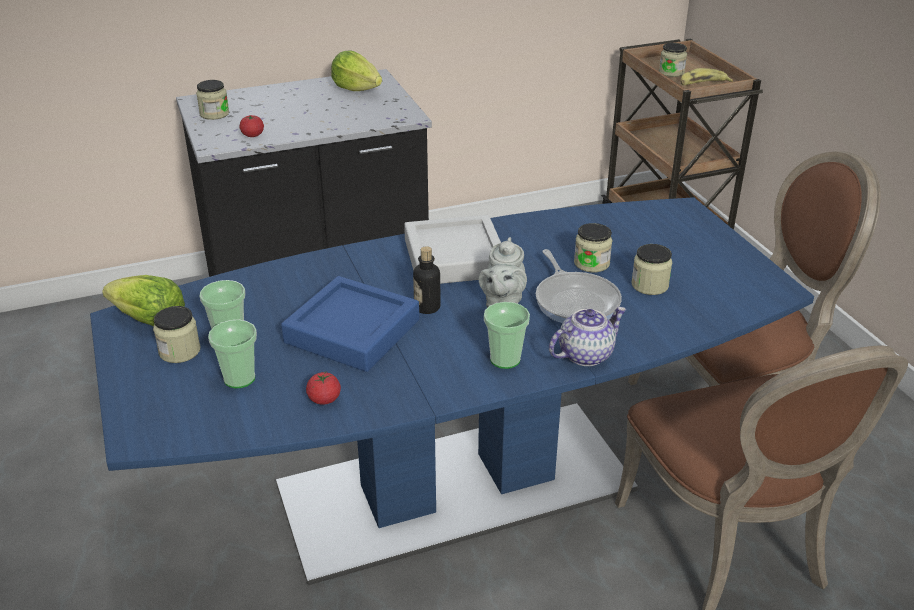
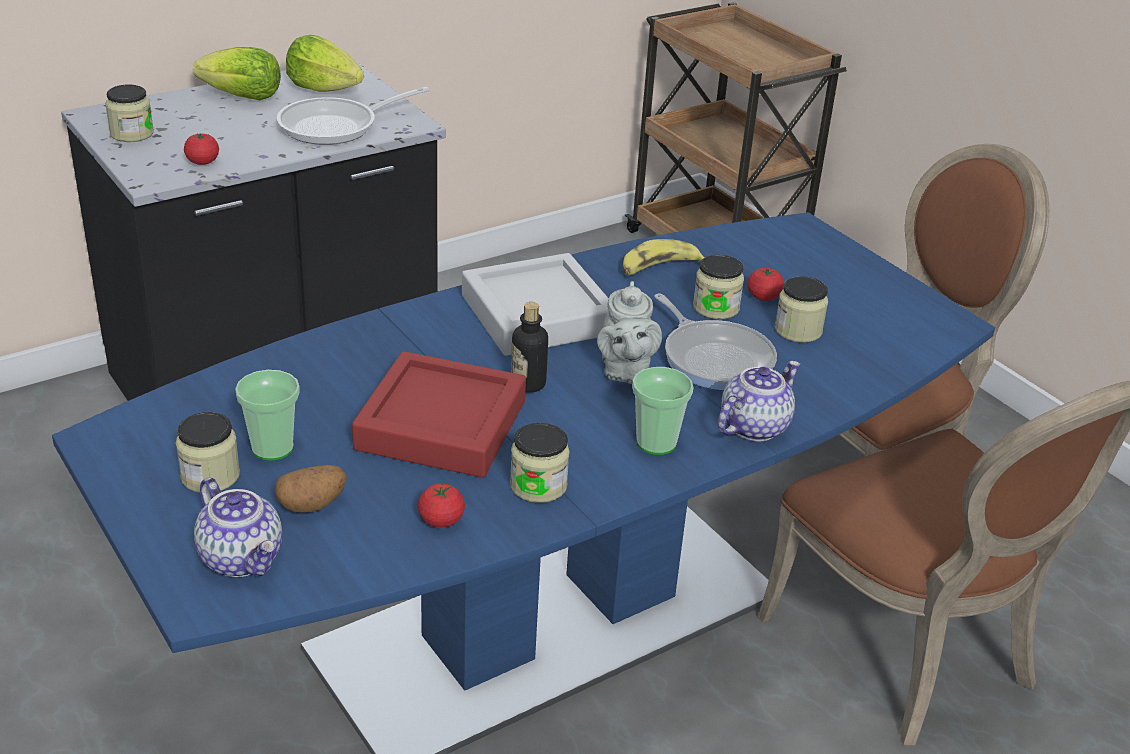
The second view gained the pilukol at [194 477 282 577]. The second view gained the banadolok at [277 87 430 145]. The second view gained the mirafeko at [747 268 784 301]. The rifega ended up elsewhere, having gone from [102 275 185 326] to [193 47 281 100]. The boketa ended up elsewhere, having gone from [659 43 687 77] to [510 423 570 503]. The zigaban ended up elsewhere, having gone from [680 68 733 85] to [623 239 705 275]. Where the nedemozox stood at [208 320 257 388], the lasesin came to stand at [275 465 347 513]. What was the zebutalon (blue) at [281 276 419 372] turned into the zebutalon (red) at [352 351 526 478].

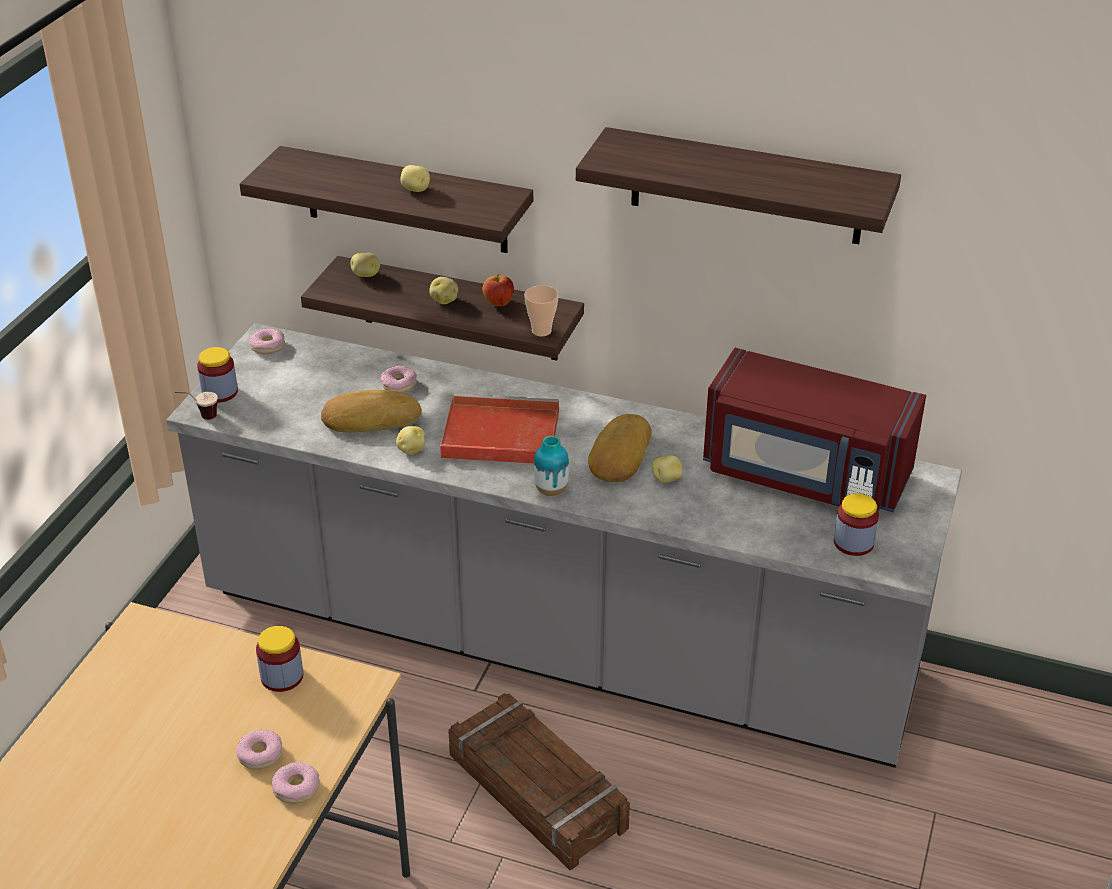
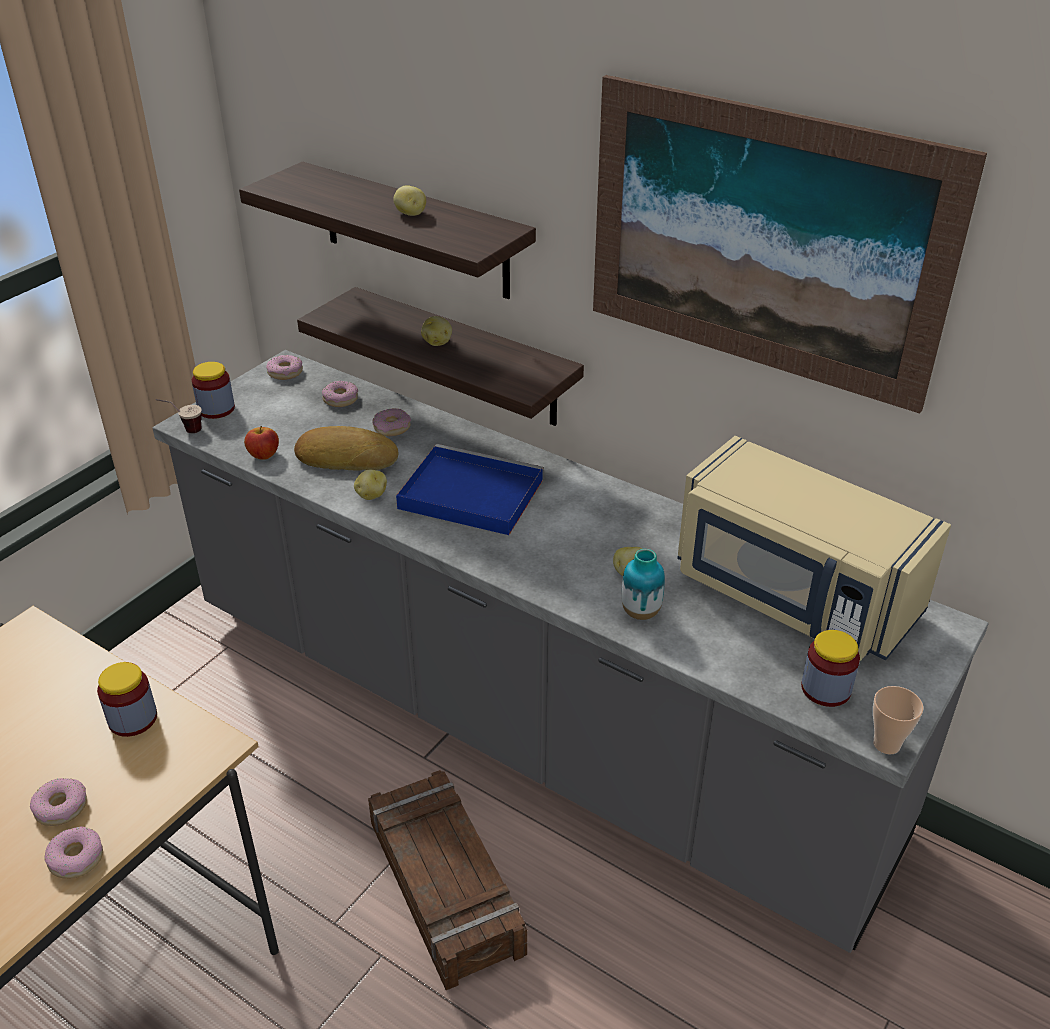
The second view lost the lasesin at [351 253 380 277]. The second view lost the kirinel at [588 414 651 482]. The second view gained the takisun at [322 381 358 407]. The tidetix ended up elsewhere, having gone from [483 274 514 306] to [244 426 279 460]. The nedemozox ended up elsewhere, having gone from [524 285 559 337] to [873 686 924 754]. The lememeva ended up elsewhere, having gone from [534 436 569 496] to [622 549 665 620]. Where the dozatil hung at [576 127 901 244], the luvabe came to hang at [593 75 987 414]. What was the zebutalon (red) at [440 393 559 464] turned into the zebutalon (blue) at [396 444 544 535]. What was the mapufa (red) at [703 348 926 512] turned into the mapufa (beige) at [677 436 951 661].

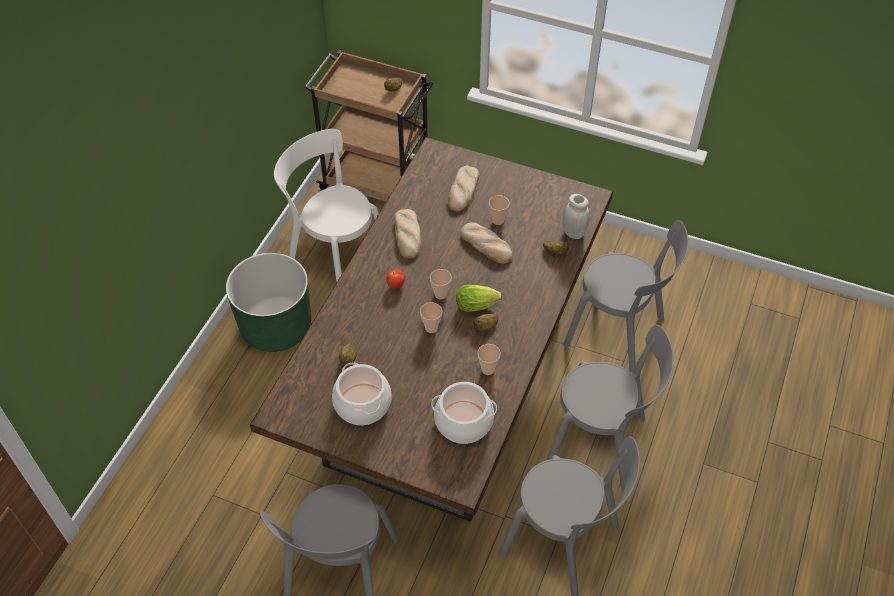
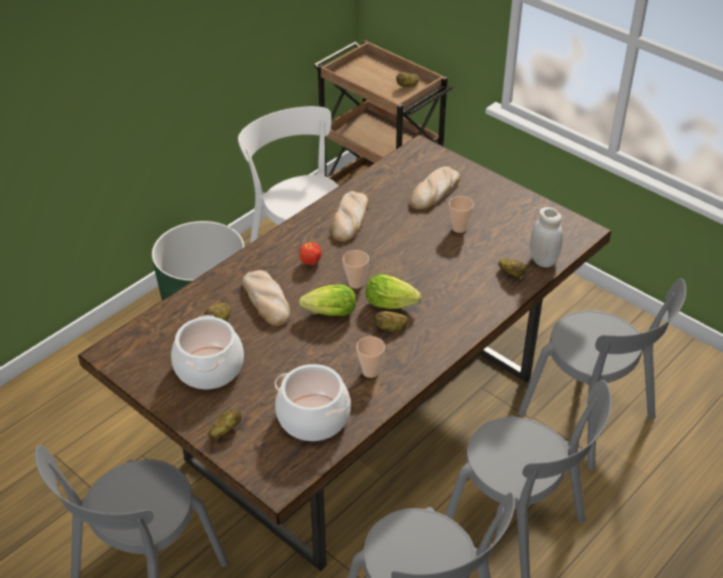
The second view gained the lasesin at [208 408 241 440]. The kirinel ended up elsewhere, having gone from [460 222 513 264] to [242 270 290 326]. Where the nedemozox stood at [420 302 442 333], the rifega came to stand at [299 284 356 316].

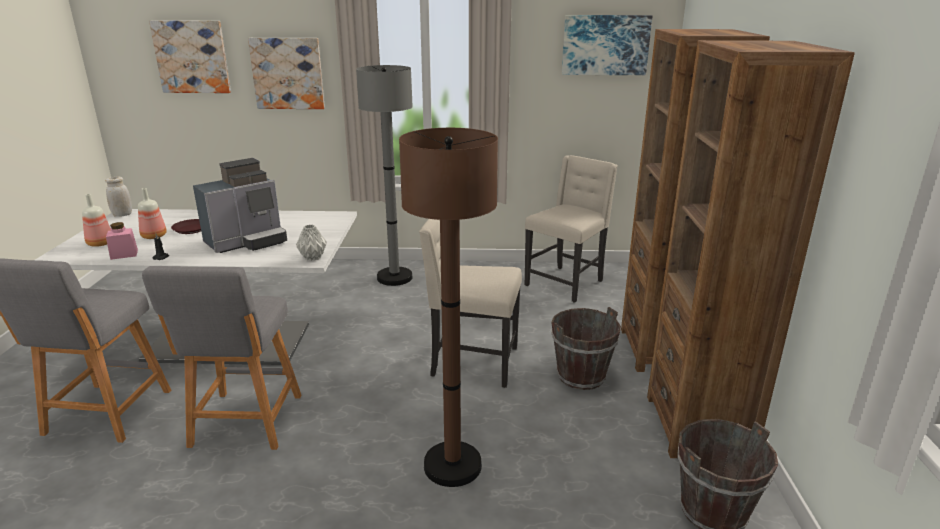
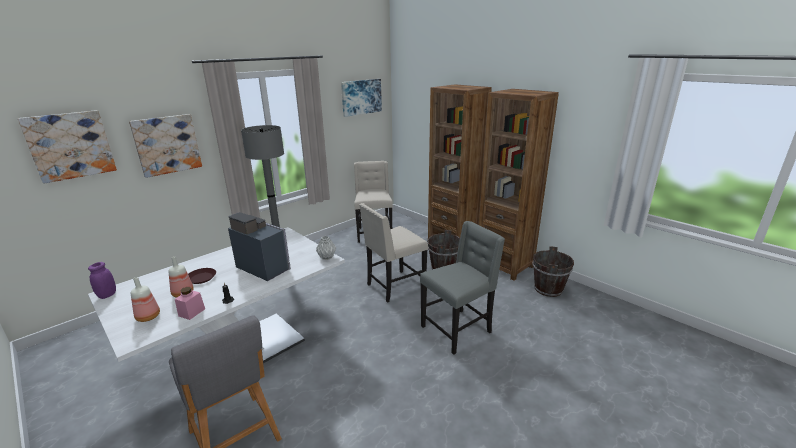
The second view lost the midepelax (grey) at [142 266 302 450]. Where the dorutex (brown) stood at [399 128 498 487], the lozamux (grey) came to stand at [420 221 505 355]. What was the boketa (white) at [105 176 132 217] turned into the boketa (purple) at [88 262 116 299]. The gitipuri at [193 158 287 253] ended up facing another way, 60 degrees counterclockwise from before.

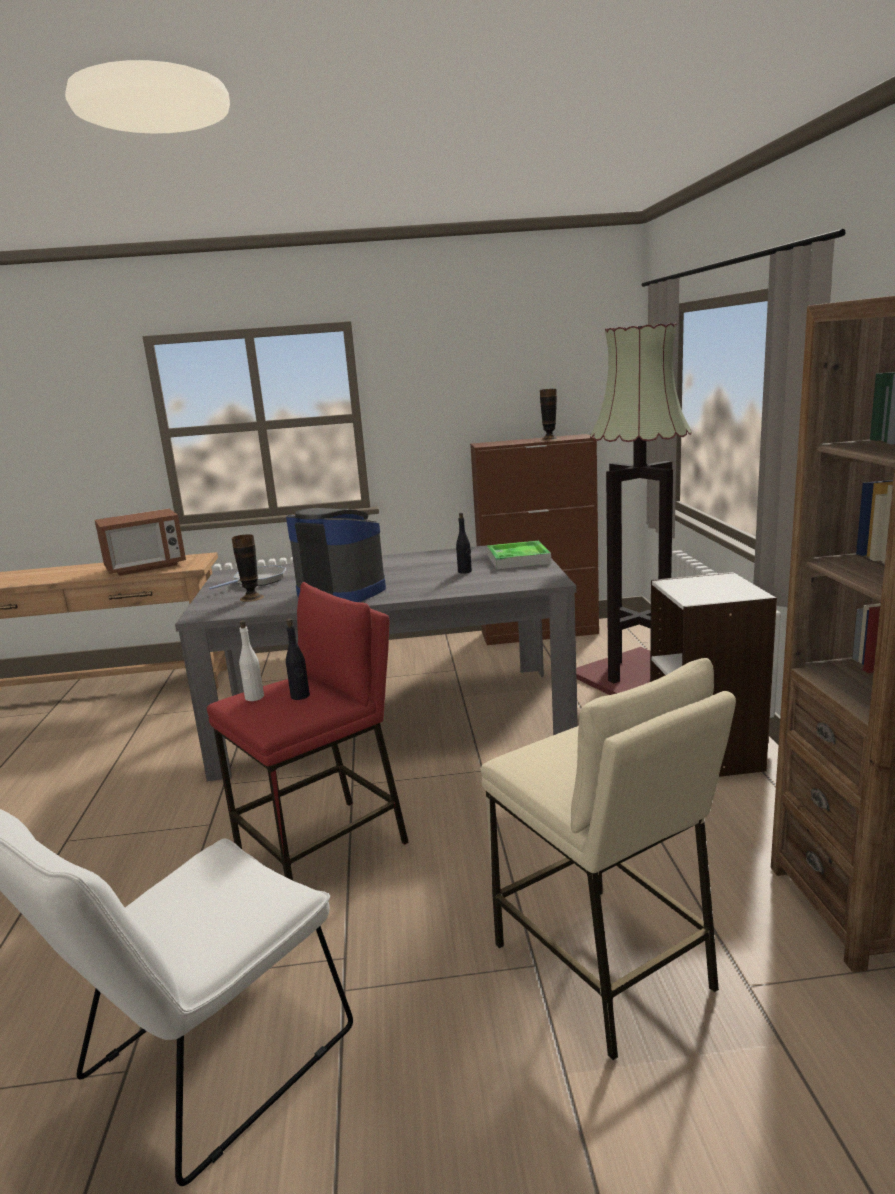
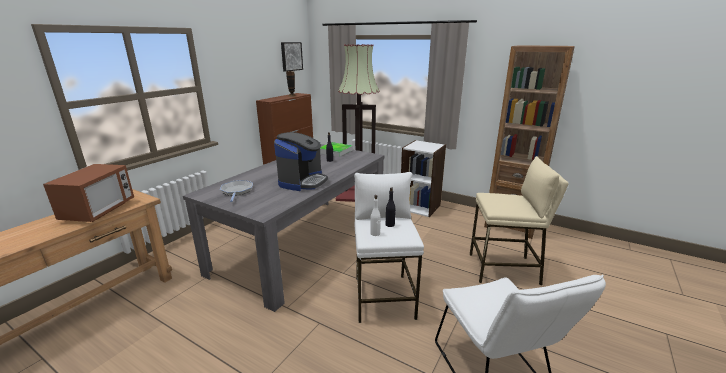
The second view lost the lememeva at [232 534 264 602]. The second view gained the luvabe at [281 42 303 72]. What was the midepelax (red) at [207 582 409 881] turned into the midepelax (white) at [354 172 424 323]. The gitipuri at [286 508 386 602] ended up facing another way, 135 degrees clockwise from before.

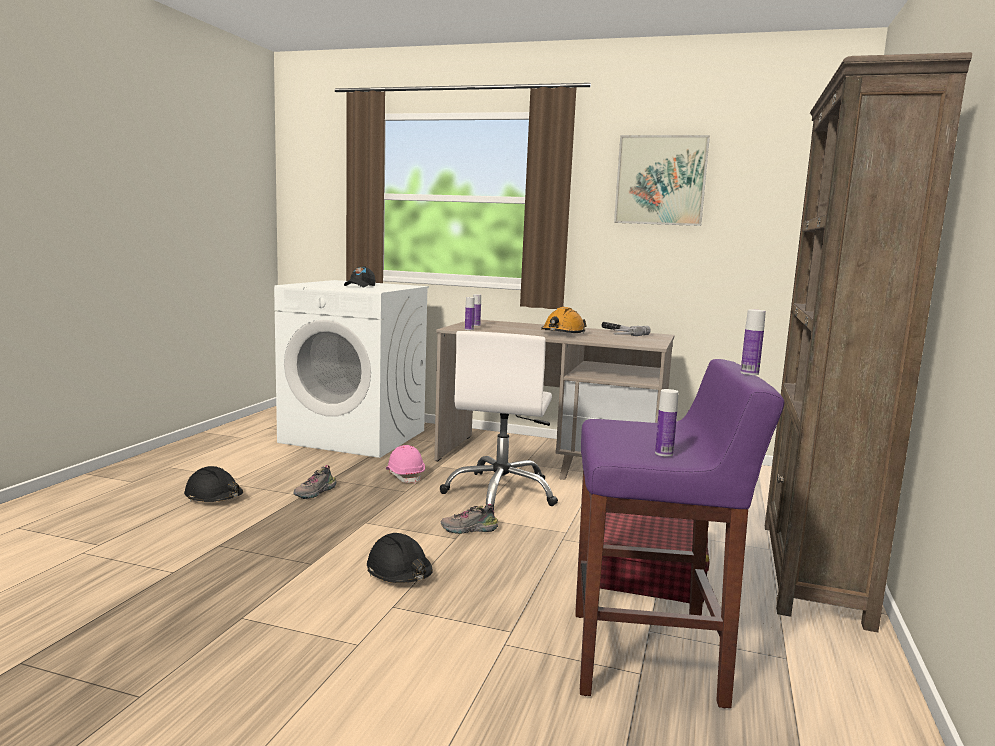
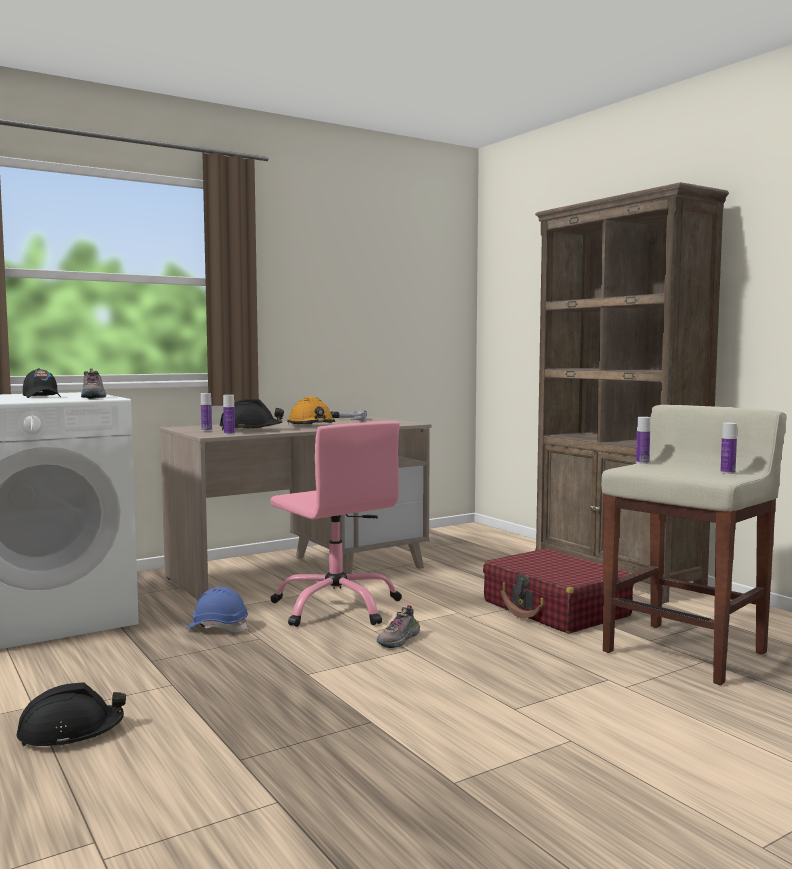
The second view lost the luvabe at [614 135 710 226]. The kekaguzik ended up elsewhere, having gone from [293 465 336 499] to [81 368 106 399]. The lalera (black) ended up elsewhere, having gone from [367 533 433 583] to [219 399 284 431]. The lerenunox ended up elsewhere, having gone from [741 309 766 375] to [636 417 650 464]. What was the lalera (pink) at [386 445 425 484] turned into the lalera (blue) at [186 587 248 632]. What was the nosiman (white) at [440 331 558 511] turned into the nosiman (pink) at [270 421 402 627]. What was the midepelax (purple) at [575 359 784 708] turned into the midepelax (beige) at [601 405 787 685].

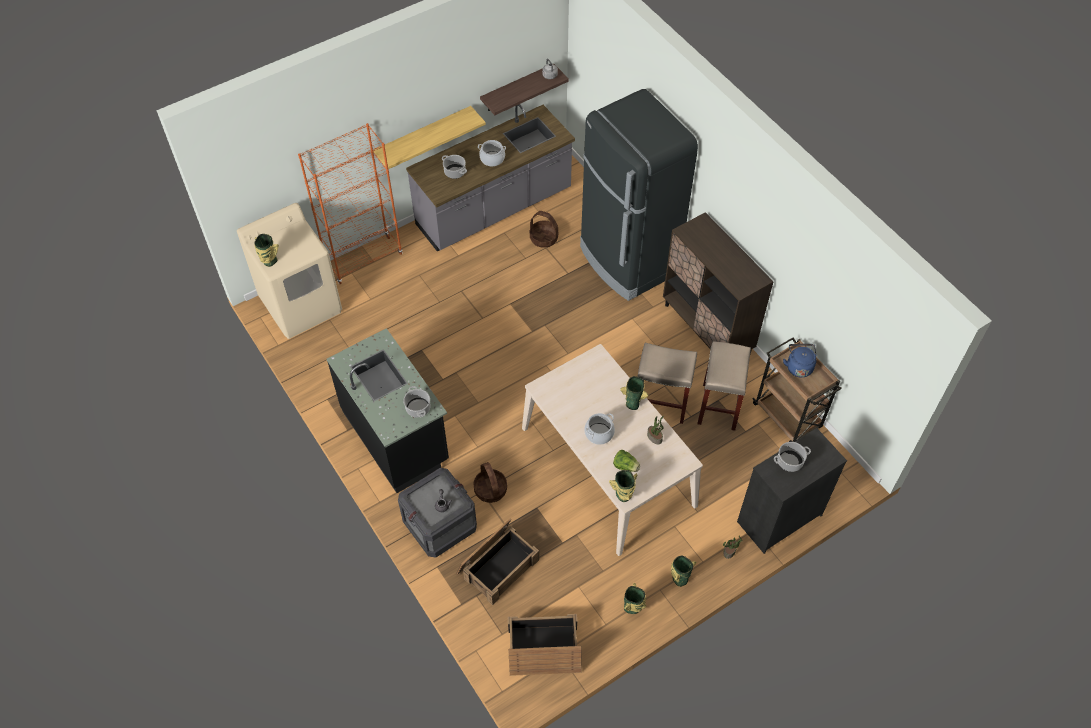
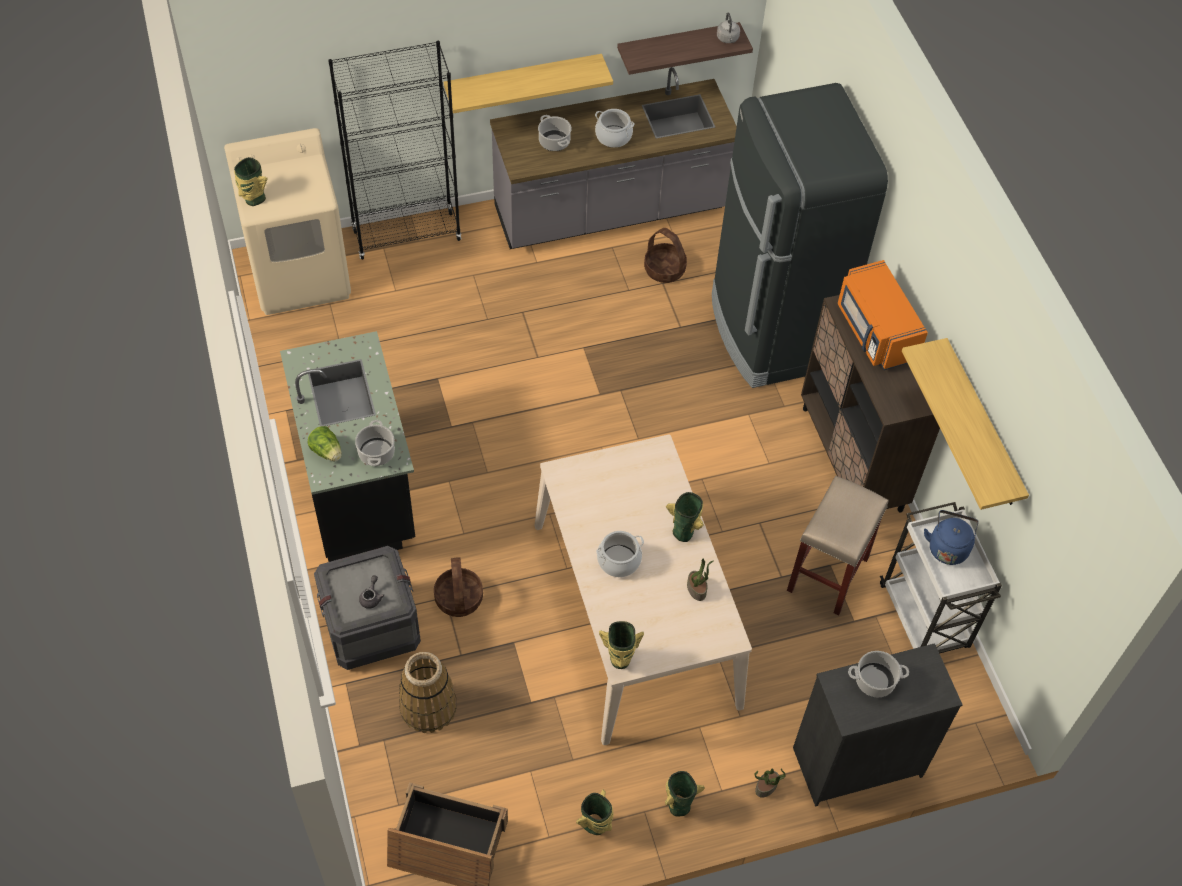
The second view lost the midepelax (beige) at [637 343 697 424]. The second view gained the mapufa (orange) at [838 260 928 370]. The second view gained the dozatil at [902 338 1029 510]. The rifega ended up elsewhere, having gone from [613 450 640 472] to [308 426 342 461]. Where the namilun stood at [456 518 539 605], the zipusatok came to stand at [399 652 457 733]. What was the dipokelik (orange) at [298 123 402 284] turned into the dipokelik (black) at [328 41 462 260]. What was the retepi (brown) at [752 337 842 442] turned into the retepi (white) at [880 502 1002 654].

